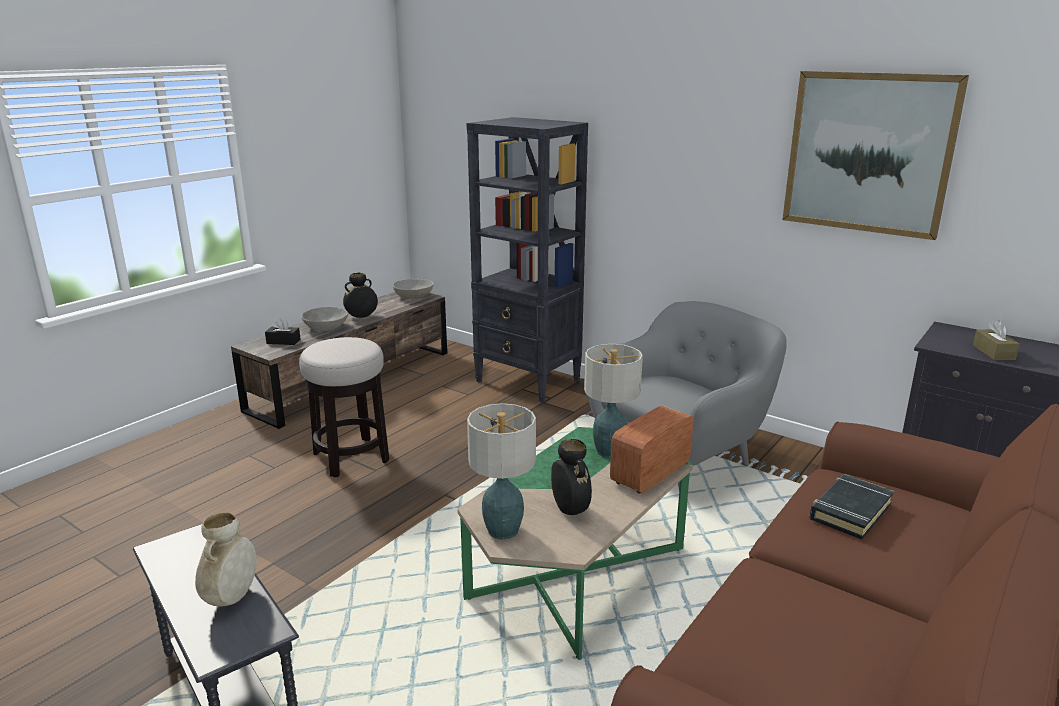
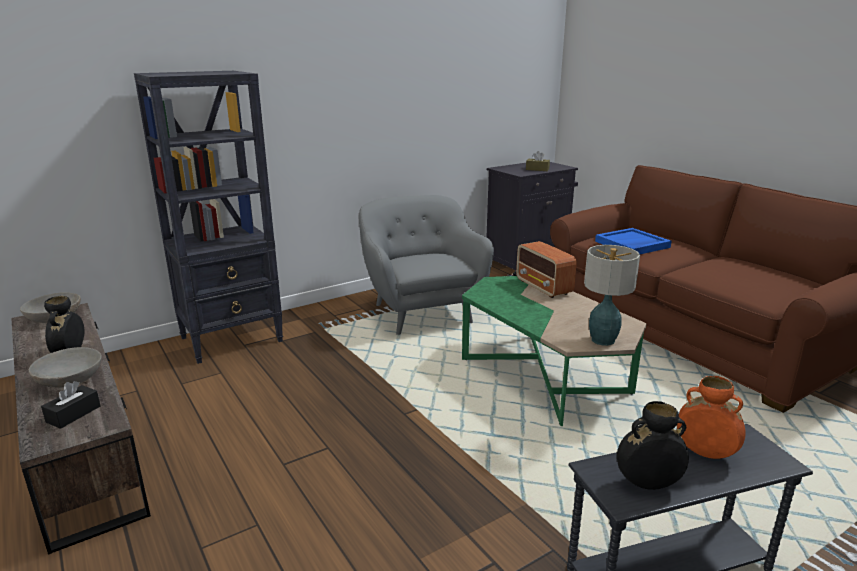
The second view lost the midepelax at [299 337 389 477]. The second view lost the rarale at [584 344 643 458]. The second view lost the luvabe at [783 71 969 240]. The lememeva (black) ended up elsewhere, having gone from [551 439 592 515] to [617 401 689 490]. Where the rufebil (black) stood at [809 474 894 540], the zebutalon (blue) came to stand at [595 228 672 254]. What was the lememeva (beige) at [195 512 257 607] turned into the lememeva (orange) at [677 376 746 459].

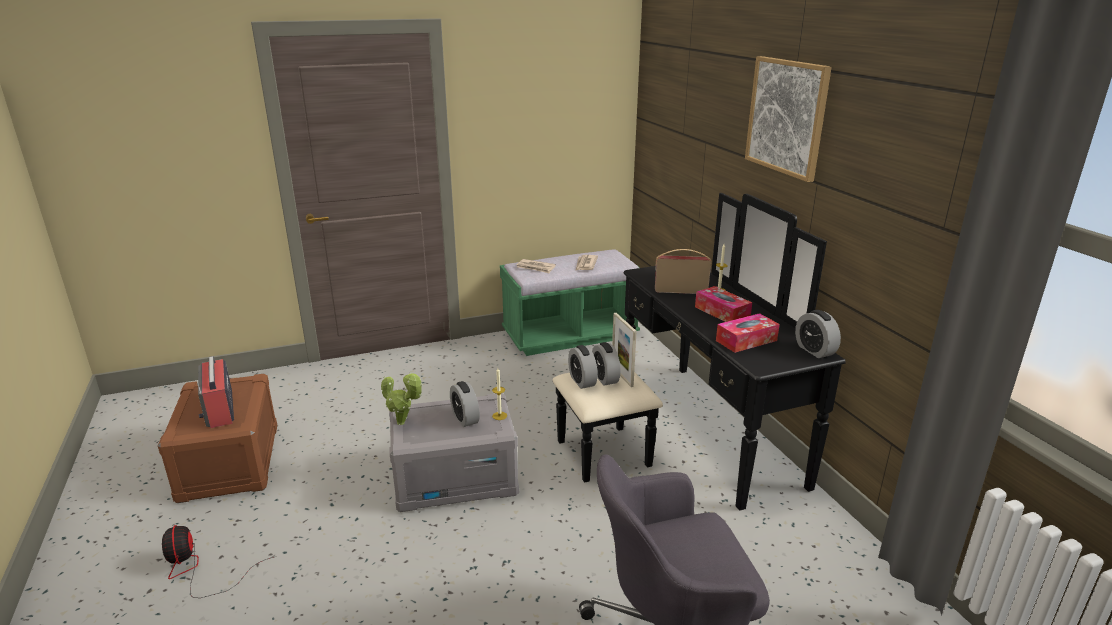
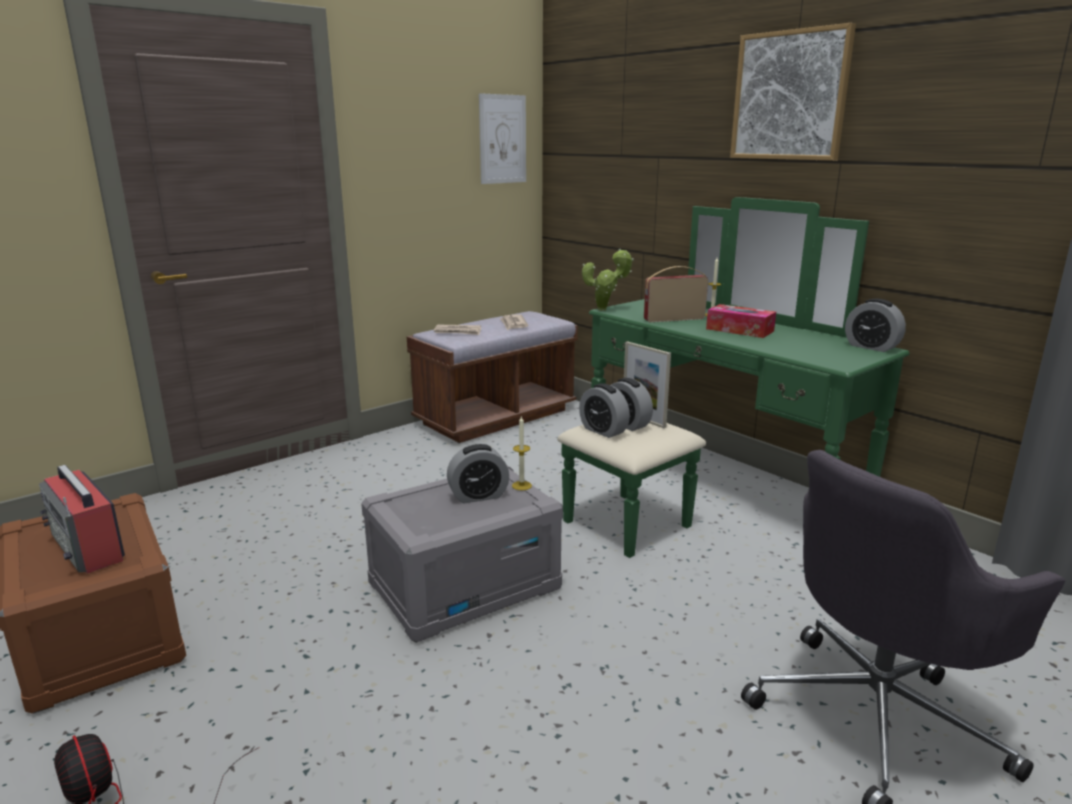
The second view lost the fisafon at [716 313 780 353]. The second view gained the luvabe at [479 93 526 184]. The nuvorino ended up elsewhere, having gone from [381 371 423 425] to [582 248 634 311]. What was the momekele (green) at [500 249 640 356] turned into the momekele (brown) at [407 311 578 443]. What was the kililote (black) at [552 193 846 511] turned into the kililote (green) at [557 197 909 558]. The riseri at [450 381 480 427] ended up facing another way, 60 degrees counterclockwise from before.

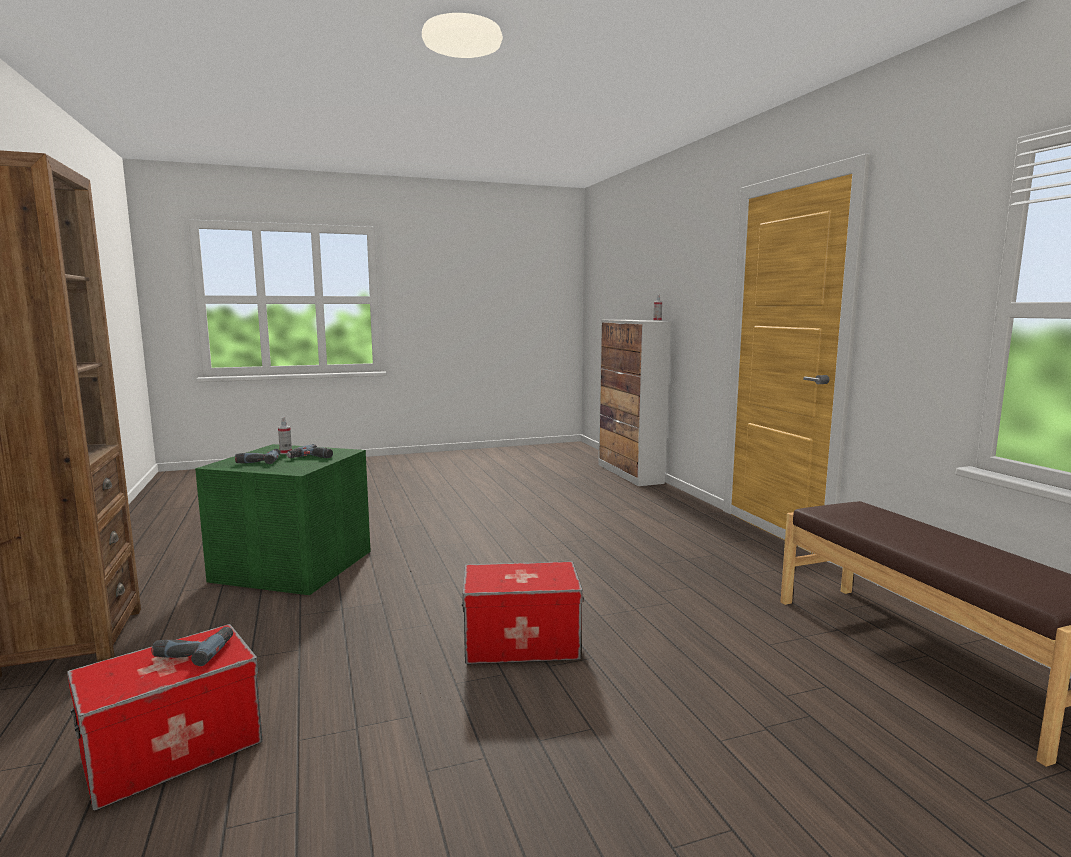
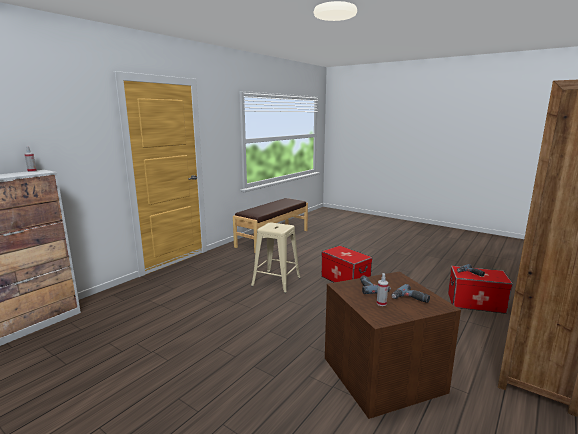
The second view gained the midepelax (beige) at [251 223 301 293]. What was the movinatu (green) at [195 444 371 595] turned into the movinatu (brown) at [325 271 461 419].

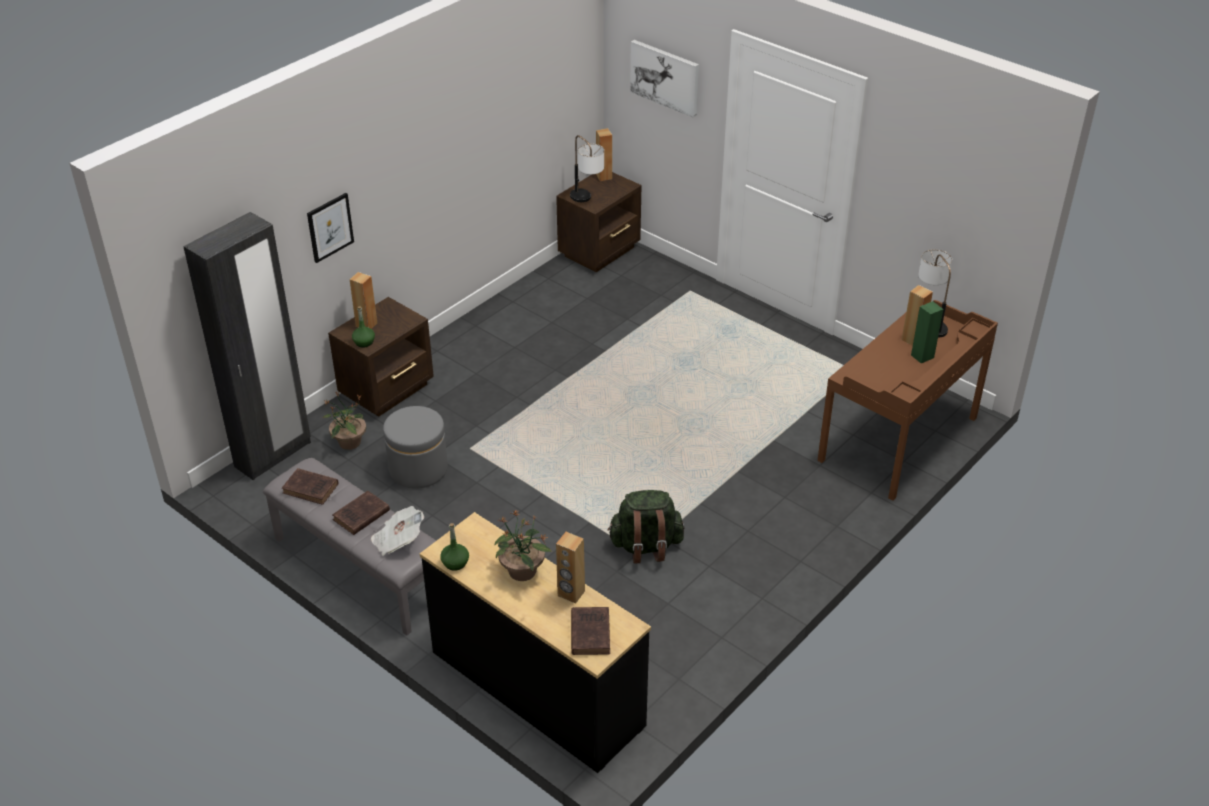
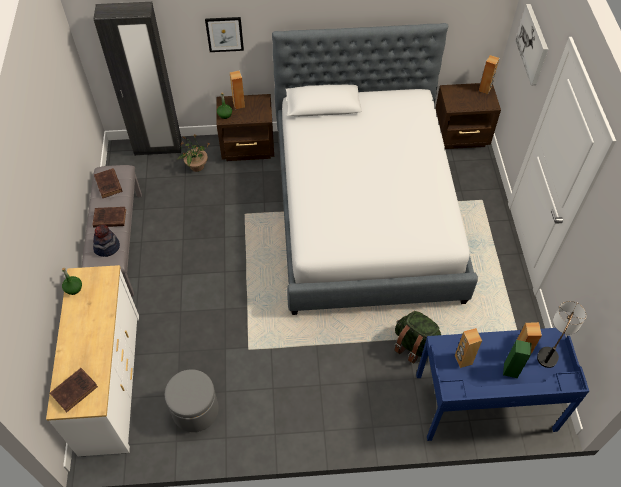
The second view lost the nuvorino at [494 509 552 581]. The second view lost the rarale at [570 135 604 202]. The second view gained the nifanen at [272 23 478 315]. The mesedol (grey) ended up elsewhere, having gone from [383 406 448 489] to [165 369 219 432]. The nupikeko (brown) ended up elsewhere, having gone from [556 532 585 604] to [455 328 482 368]. The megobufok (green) ended up elsewhere, having gone from [607 490 684 563] to [394 311 441 364]. Where the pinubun stood at [371 506 424 556], the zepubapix came to stand at [93 224 120 257]. What was the kililote (black) at [420 512 651 773] turned into the kililote (white) at [46 265 139 456]. What was the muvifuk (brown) at [817 300 998 501] turned into the muvifuk (blue) at [416 328 589 441].

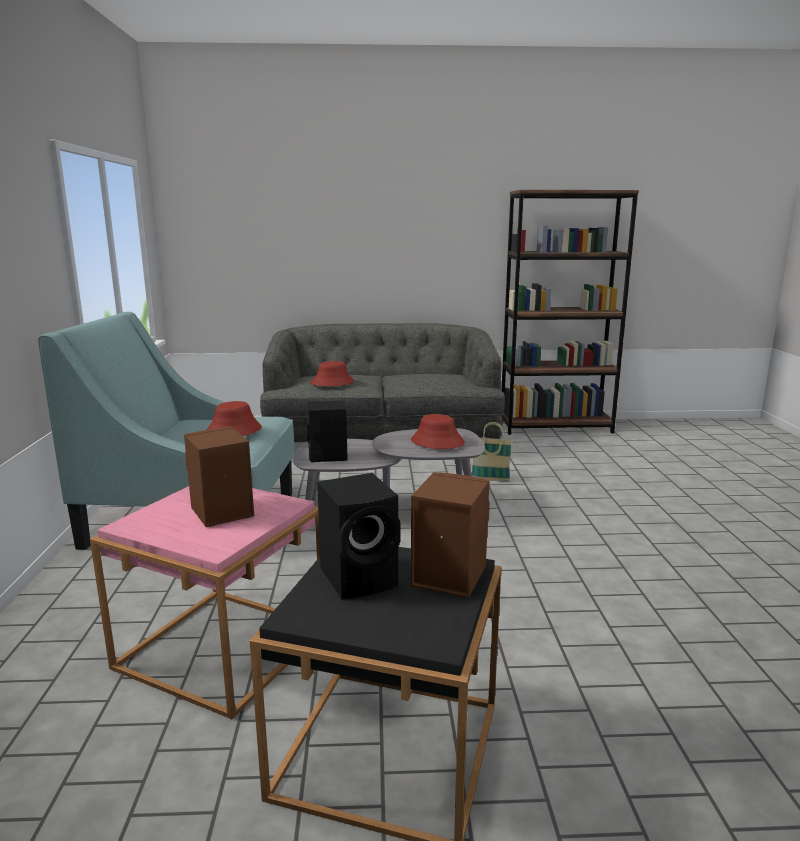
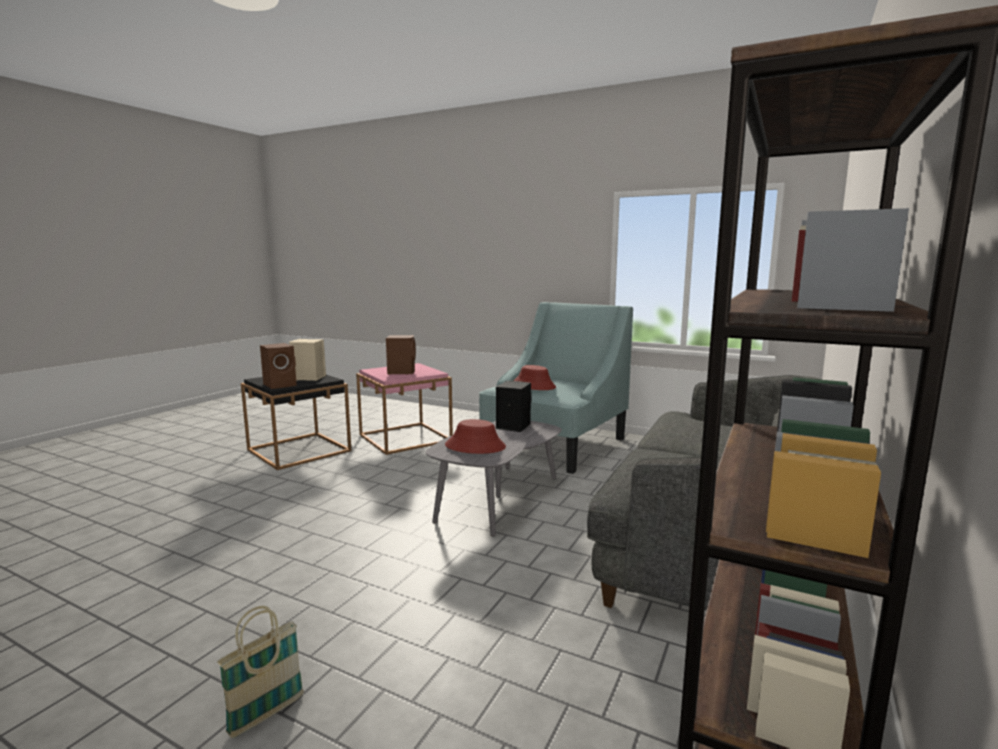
The second view lost the zepubapix (red) at [311 361 354 386]. The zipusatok ended up elsewhere, having gone from [472 422 512 481] to [217 606 304 738]. What was the nupikeko (black) at [317 473 400 600] turned into the nupikeko (beige) at [289 339 326 381].

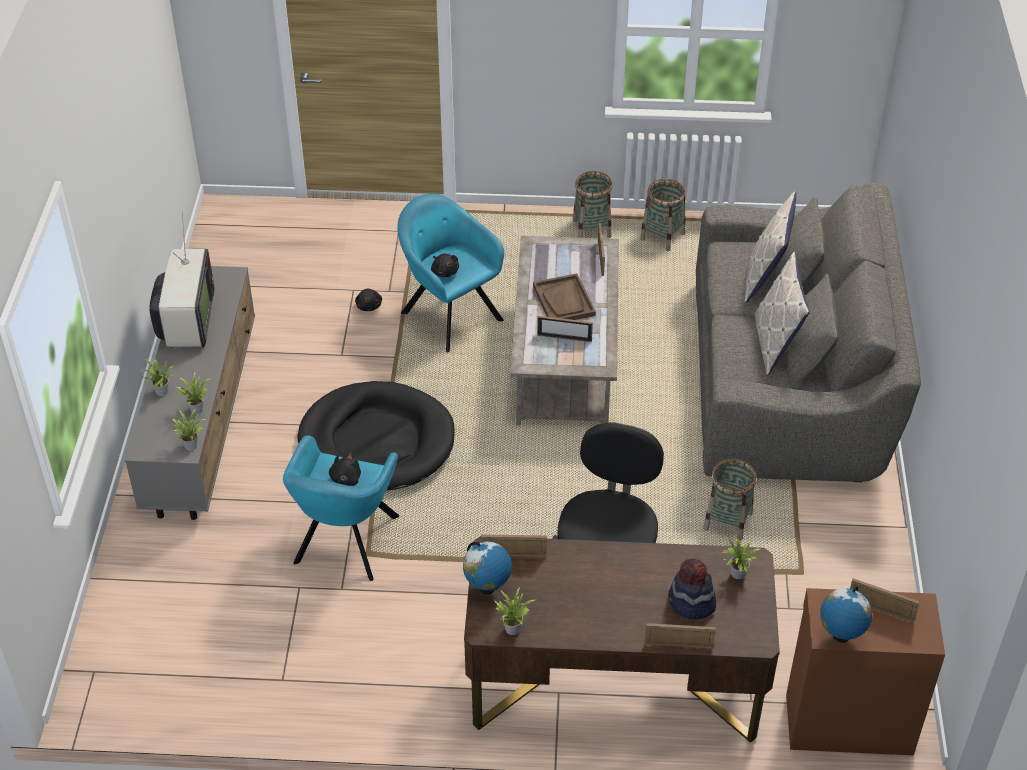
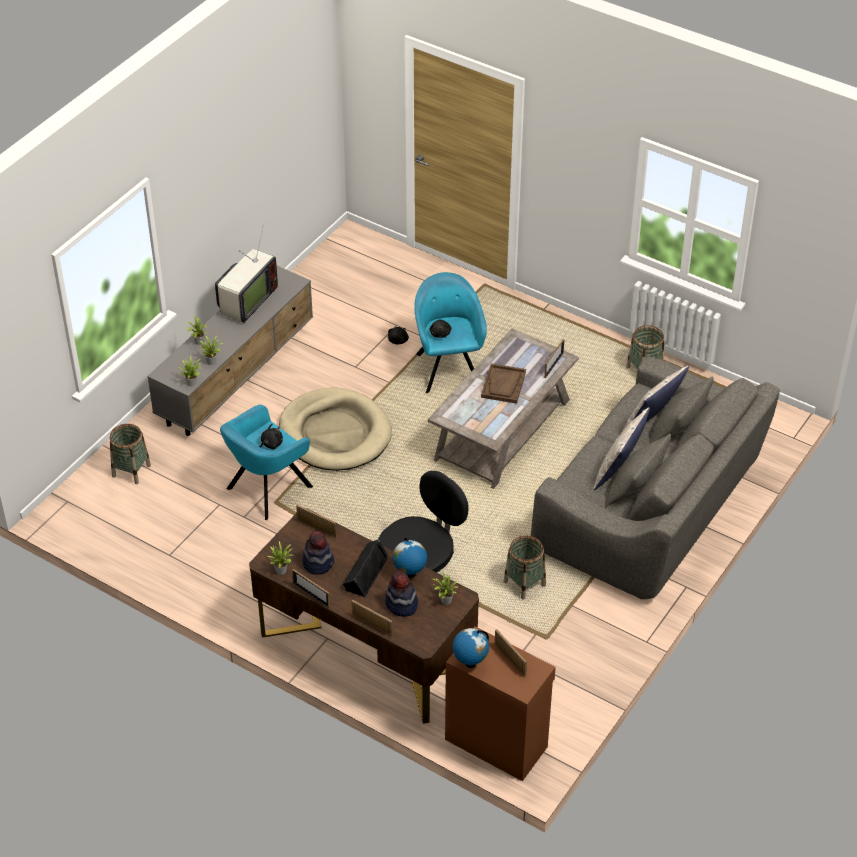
The second view gained the zepubapix at [302 531 334 575]. The second view gained the nupikeko (black) at [343 539 389 597]. The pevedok ended up elsewhere, having gone from [463 541 512 594] to [392 538 427 578]. The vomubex ended up elsewhere, having gone from [537 316 593 342] to [292 569 330 608]. The zipusatok ended up elsewhere, having gone from [573 171 613 238] to [110 424 151 484]. What was the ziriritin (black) at [297 381 455 491] turned into the ziriritin (beige) at [279 387 392 471].

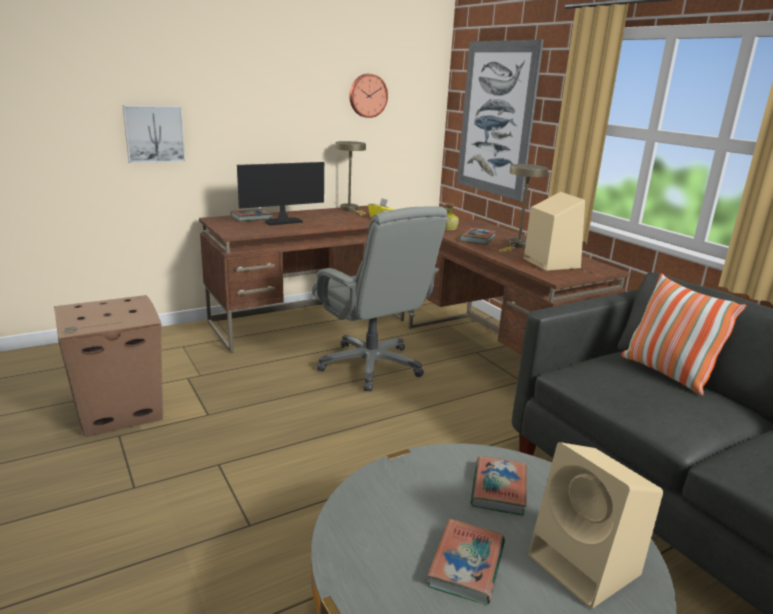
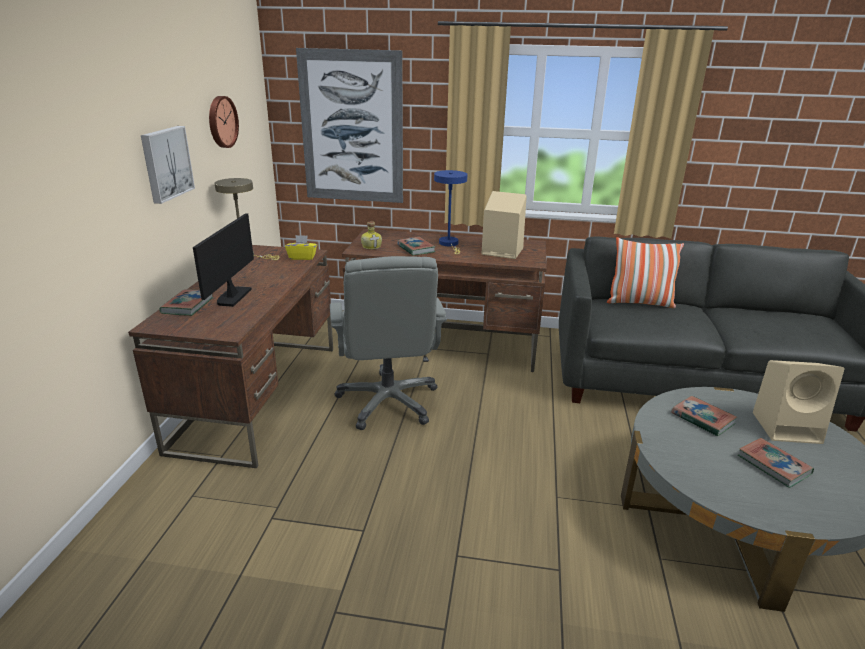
The second view lost the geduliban at [54 295 163 437]. The luvabe ended up elsewhere, having gone from [122 105 186 163] to [141 126 195 204]. What was the rarale (beige) at [499 164 548 252] turned into the rarale (blue) at [434 170 468 254]. The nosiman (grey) at [312 206 447 391] ended up facing another way, 75 degrees clockwise from before.

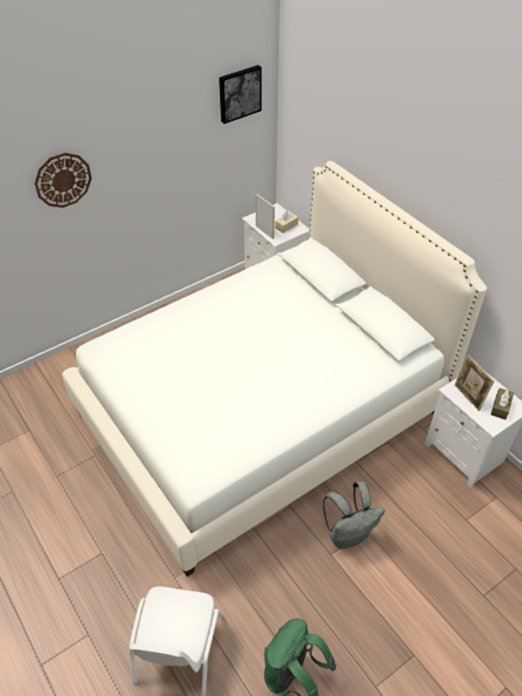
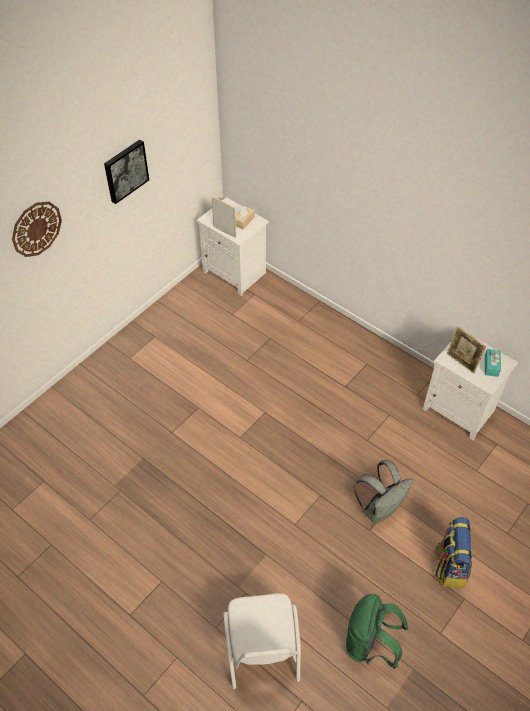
The second view lost the nifanen (white) at [62 161 487 577]. The second view gained the megobufok at [434 517 472 588]. The luvabe ended up elsewhere, having gone from [219 65 262 124] to [104 140 149 204]. What was the fisafon (brown) at [491 388 514 420] turned into the fisafon (turquoise) at [485 349 501 377].

